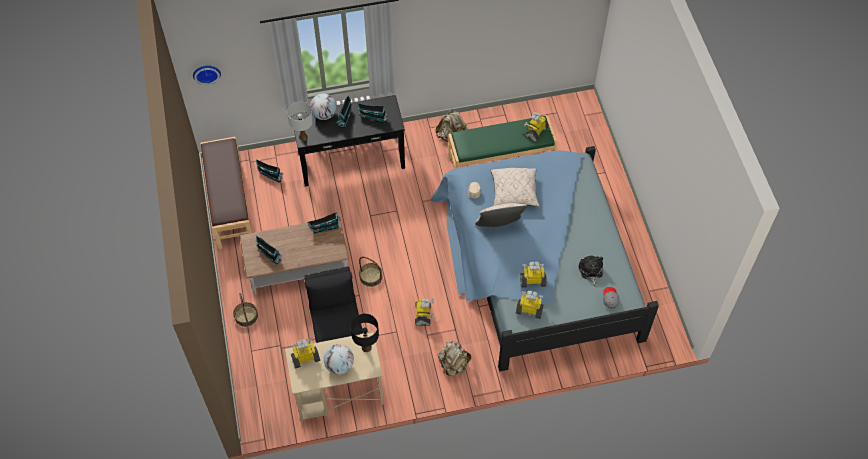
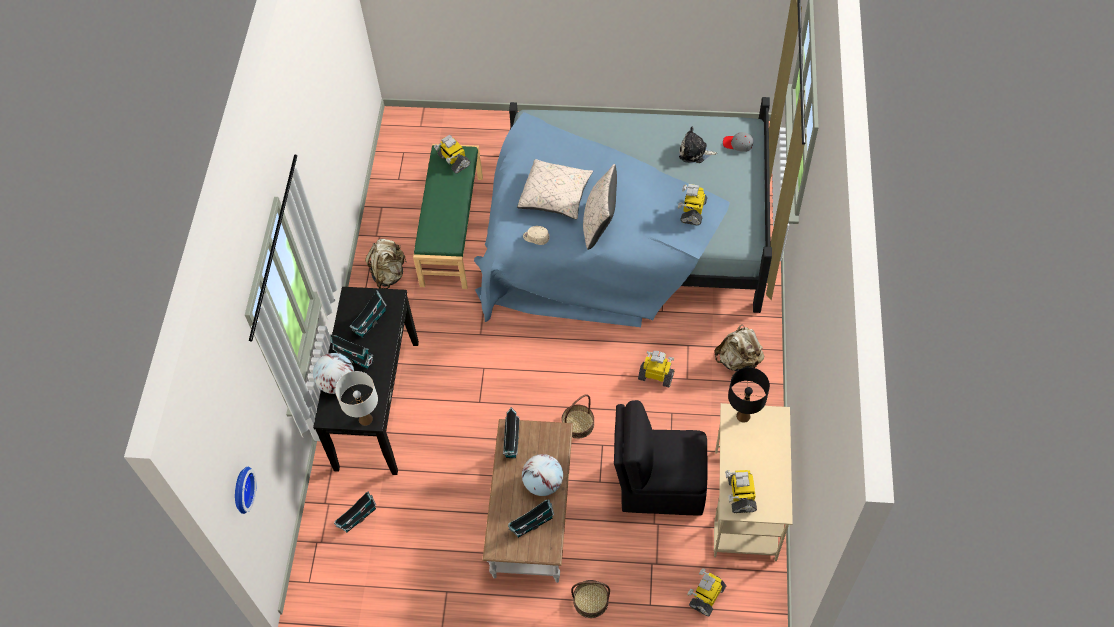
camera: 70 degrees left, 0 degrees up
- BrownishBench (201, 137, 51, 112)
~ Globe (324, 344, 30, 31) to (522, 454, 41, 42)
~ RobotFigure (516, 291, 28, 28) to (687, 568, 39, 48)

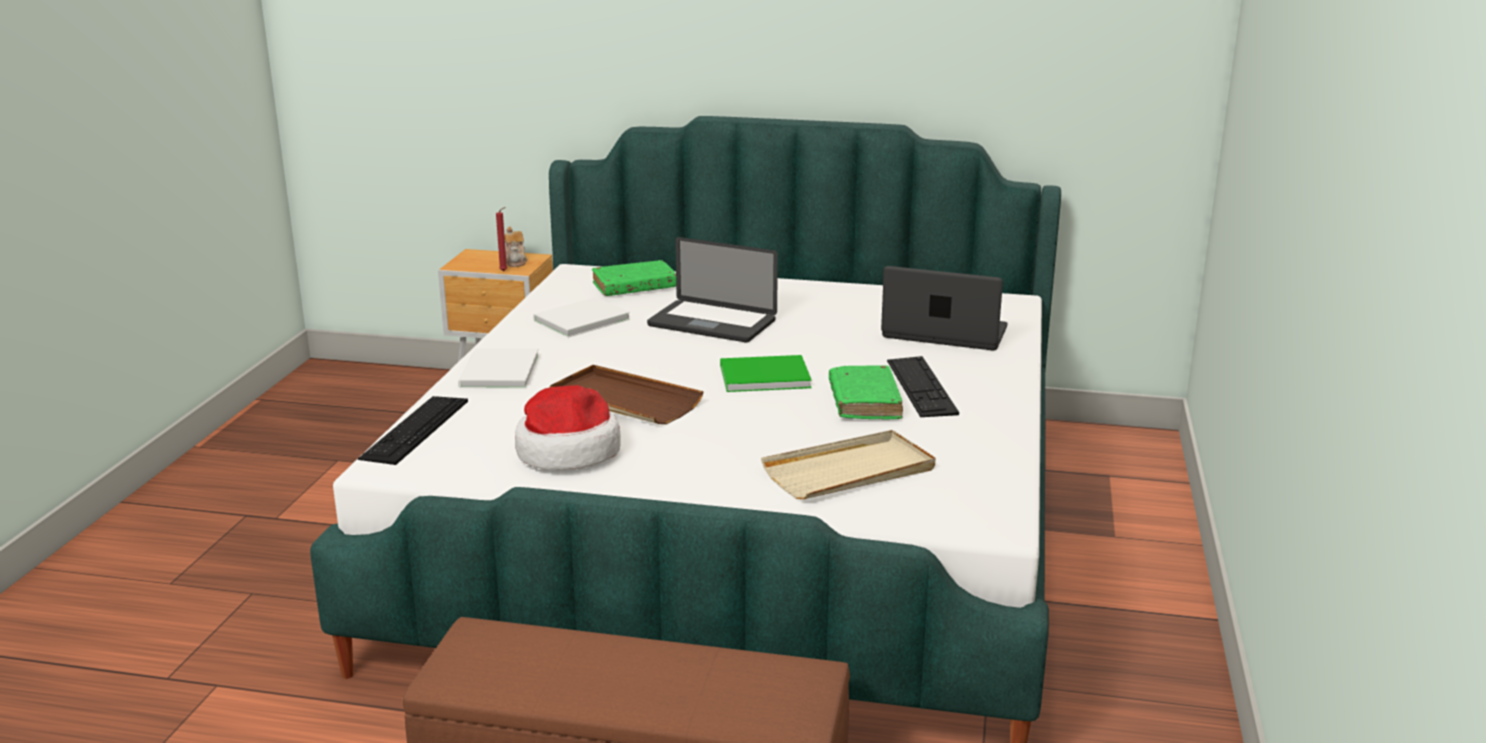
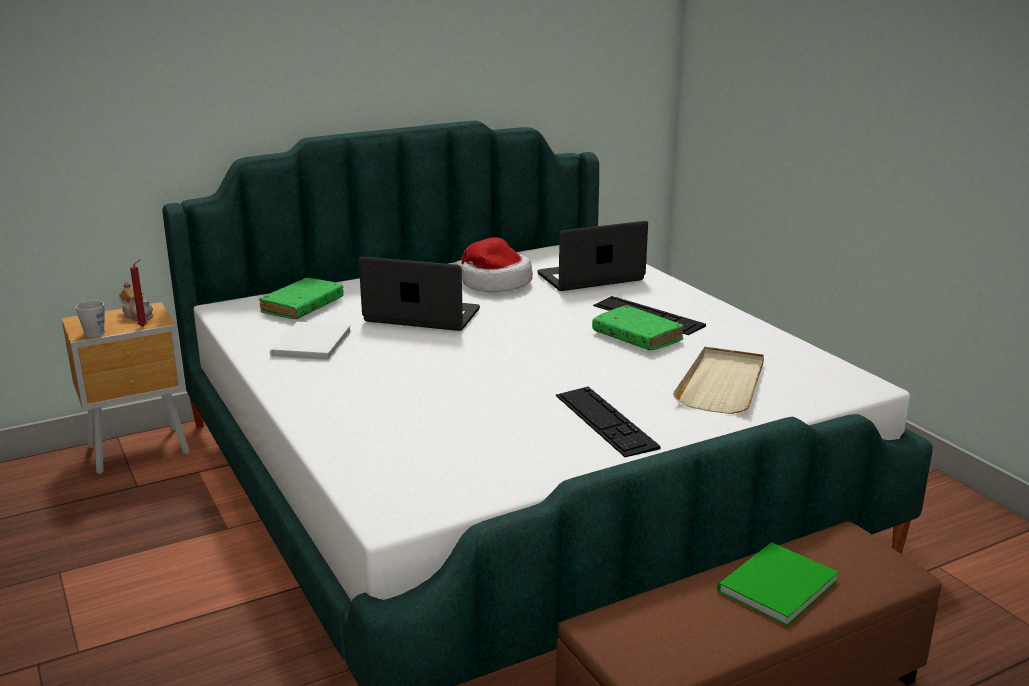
camera: 40 degrees left, 0 degrees up
~ PcKeyboard (358, 396, 110, 69) to (556, 387, 105, 70)
- WhiteColouredBoundBook (458, 348, 81, 41)
~ Hat (515, 385, 106, 85) to (455, 237, 78, 55)
- BrownishTray (550, 365, 154, 59)
~ NotebookComputer (647, 237, 131, 106) = (359, 257, 121, 74) 150 degrees counterclockwise
~ GreenBoundBook (720, 355, 92, 37) to (717, 542, 122, 84)
+ GreyTeaMug (76, 301, 29, 36)

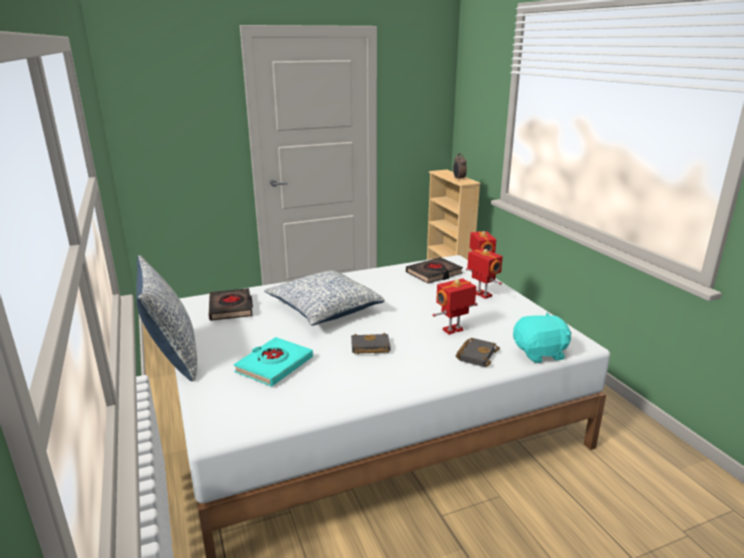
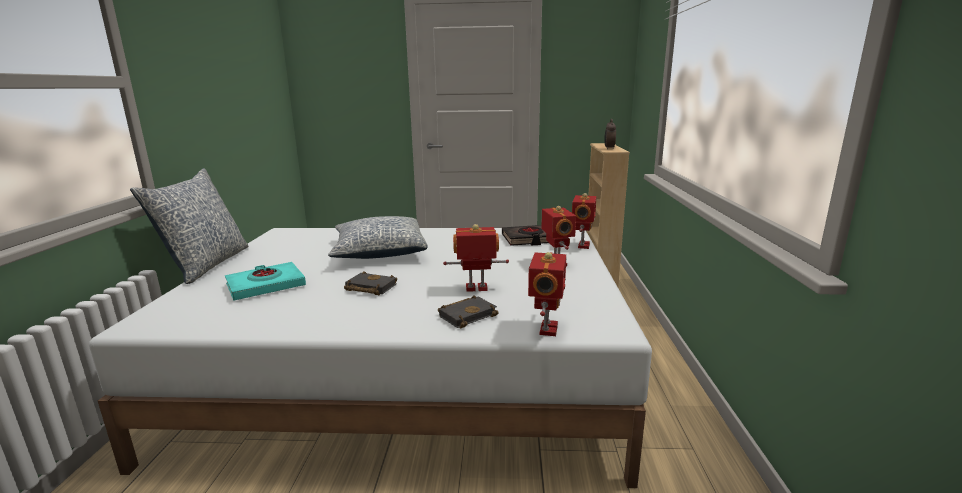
camera: 25 degrees right, 5 degrees down
- BlackColouredBoundBook (209, 288, 44, 33)
~ TurquoiseColouredSoftToy (513, 312, 58, 51) to RobotFigure (528, 252, 39, 84)

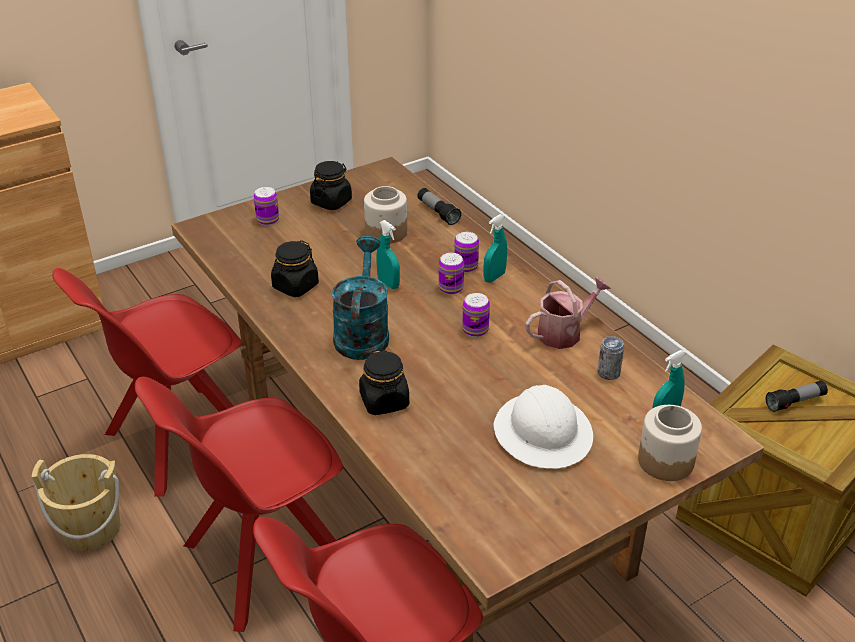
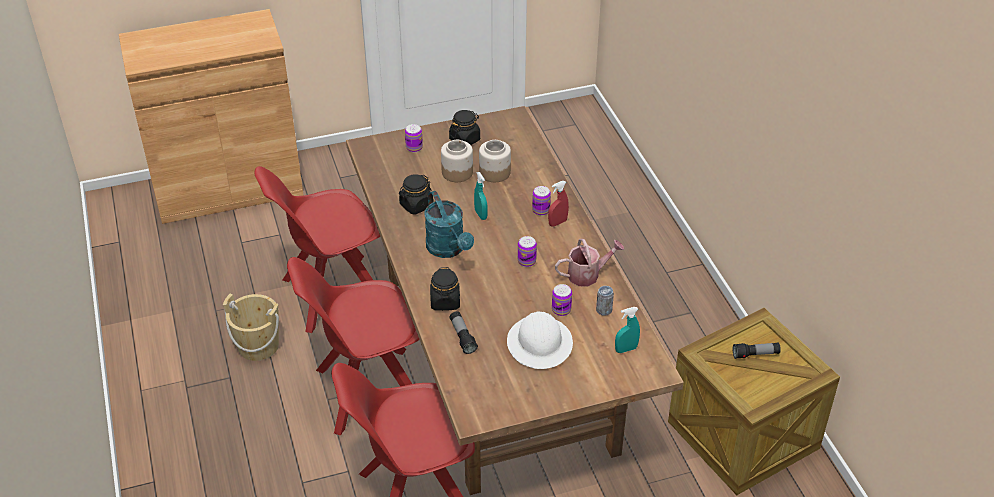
camera: 15 degrees right, 5 degrees up
~ TurquoiseColouredSprinklingCan (332, 236, 57, 124) = (424, 191, 50, 67) 135 degrees clockwise
~ Flashlight (417, 188, 44, 37) to (450, 311, 28, 43)
~ SealedCan (439, 253, 25, 42) to (552, 284, 20, 32)
~ TurquoiseColouredHandSprayer (484, 214, 23, 69) to RedHandSprayer (548, 181, 21, 46)
~ StorageJar (638, 405, 64, 76) to (441, 140, 32, 42)

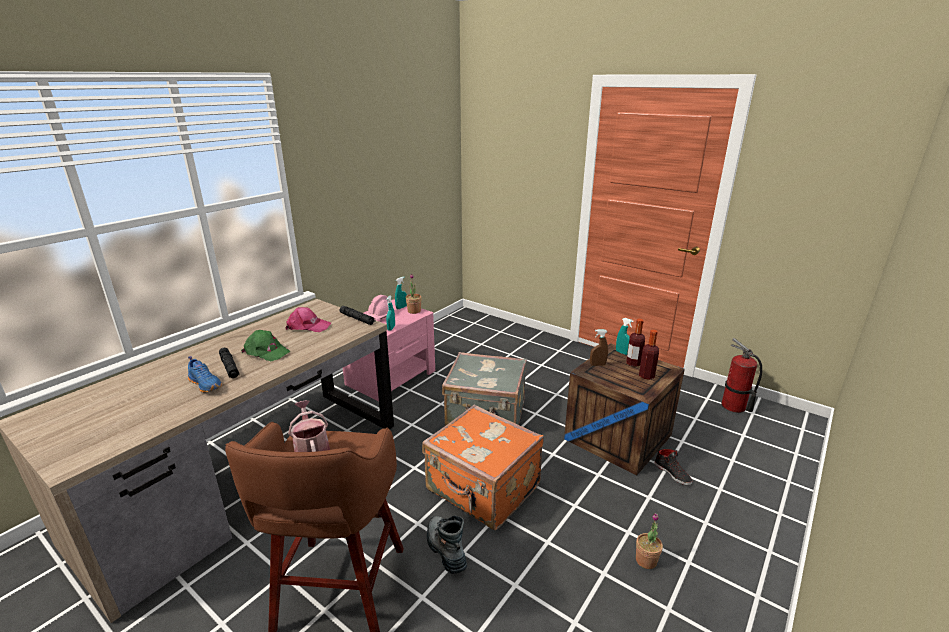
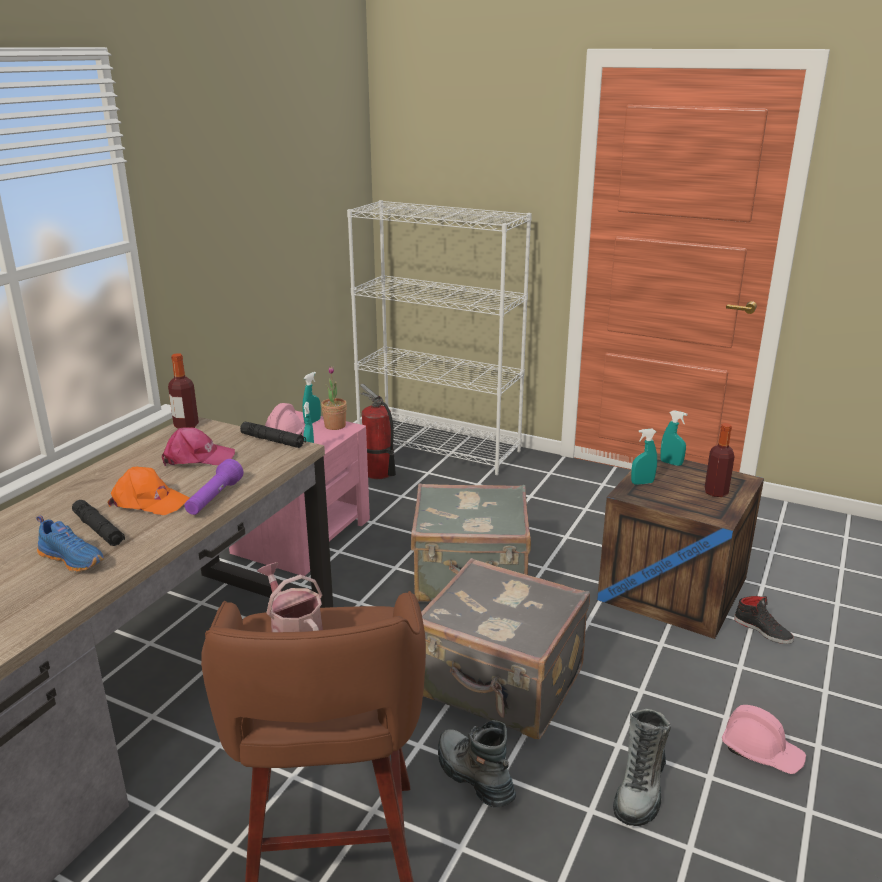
camera: 10 degrees left, 0 degrees up
~ GreenPeakedCap (241, 330, 49, 31) to OrangeyPeakedCap (107, 467, 82, 48)
~ OrangeyTravelCase (422, 405, 122, 125) to GreyTravelCase (421, 558, 169, 181)
~ BrownishHandSprayer (590, 329, 18, 37) to TurquoiseColouredHandSprayer (631, 429, 26, 56)
~ BeverageBottle (626, 319, 19, 48) to (168, 353, 31, 76)
~ PottedPlant (636, 513, 27, 56) to PinkColouredWorkHelmet (722, 705, 84, 69)
~ FireExtinguisher (721, 338, 41, 75) to (360, 384, 36, 95)
+ PurpleColouredFlashlight (184, 459, 59, 56)
+ WhiteColouredBookshelf (347, 200, 185, 275)
+ Boot (613, 709, 58, 117)

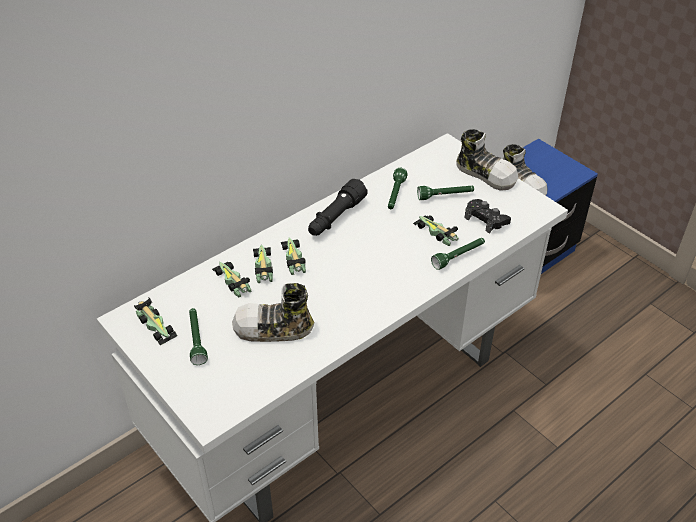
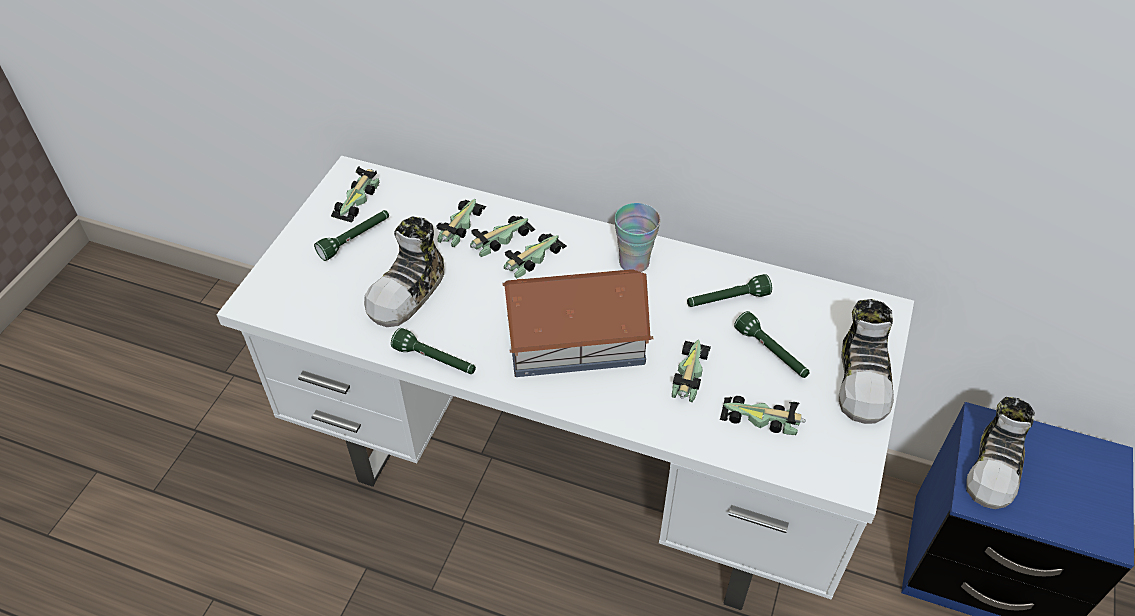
camera: 60 degrees right, 5 degrees up
~ Shoe (232, 283, 82, 59) = (364, 217, 80, 110) 120 degrees counterclockwise
~ BlackColouredFlashlight (308, 179, 60, 57) to Cup (615, 203, 45, 69)
~ GreenFlashlight (431, 238, 54, 32) to (391, 328, 85, 46)
~ BlackColouredGamepad (464, 199, 47, 35) to MiniatureCar (720, 396, 86, 39)
+ ModelHouse (502, 269, 151, 108)

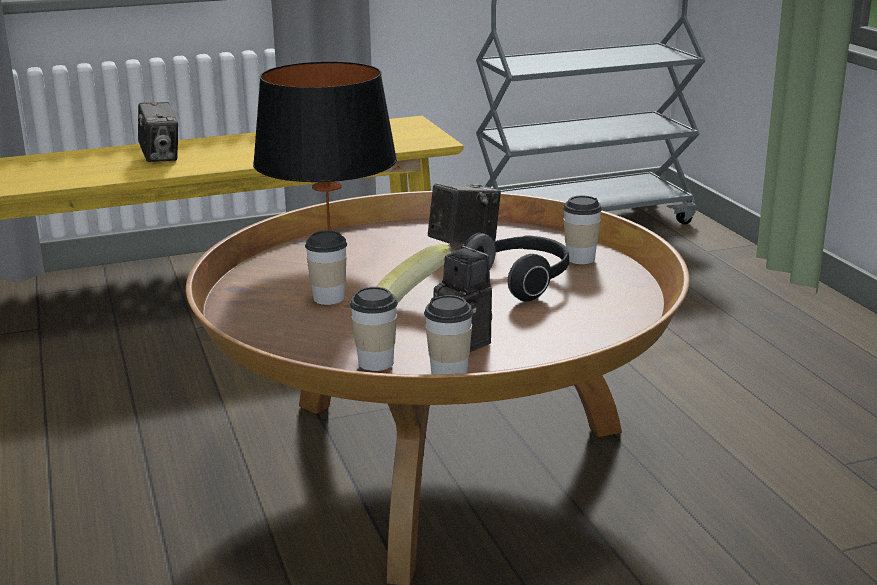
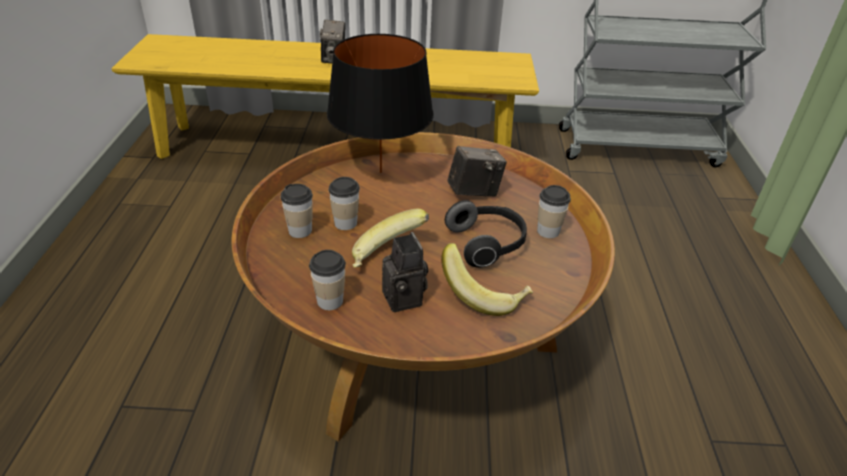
camera: 20 degrees right, 15 degrees up
~ Cup (424, 295, 49, 80) to (280, 184, 33, 54)
+ Banana (441, 243, 92, 73)

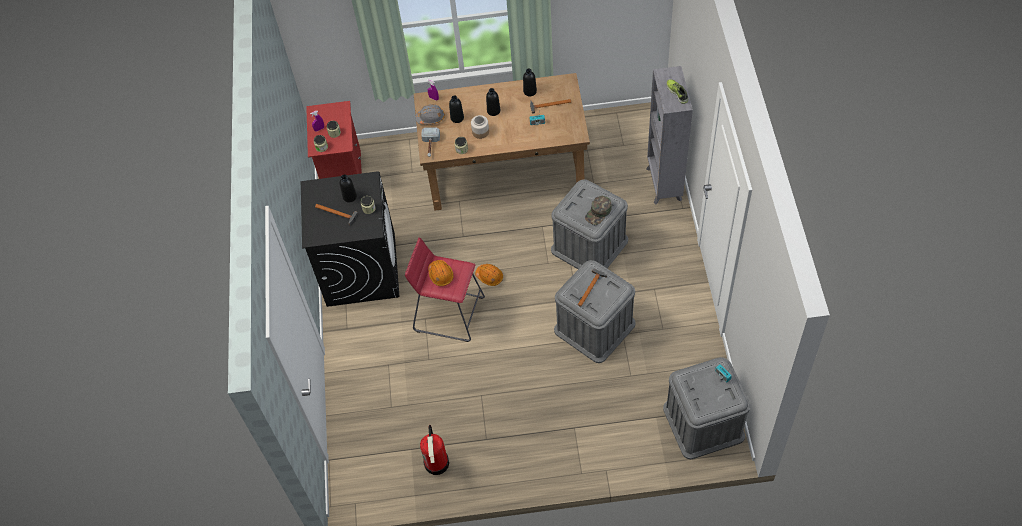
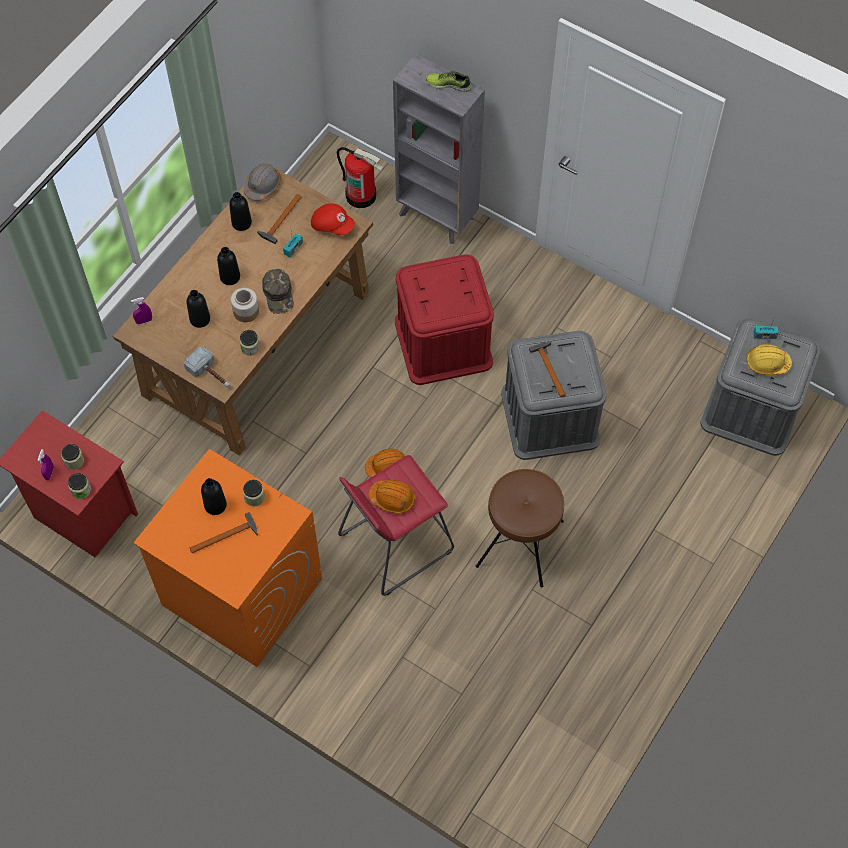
camera: 55 degrees left, 5 degrees up
~ BlackColouredLaundryMachine (301, 171, 99, 136) to OrangeyLaundryMachine (134, 449, 188, 218)
~ GreyWorkHelmet (415, 104, 30, 21) to (244, 163, 37, 38)
~ FireExtinguisher (420, 425, 29, 50) to (337, 147, 46, 61)
~ GreyStorageBin (551, 180, 77, 89) to RedStorageBin (395, 254, 99, 131)
~ GreenPeakedCap (585, 196, 27, 29) to (262, 269, 32, 45)
+ RedPeakedCap (311, 203, 44, 32)
+ BrownishSittingStool (476, 469, 88, 118)
+ YellowColouredWorkHelmet (746, 344, 46, 31)

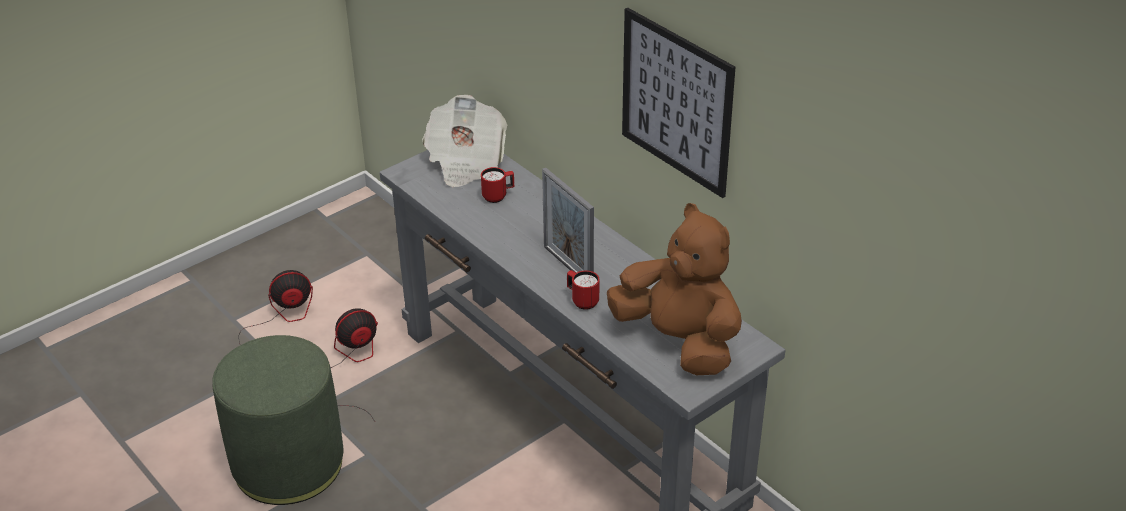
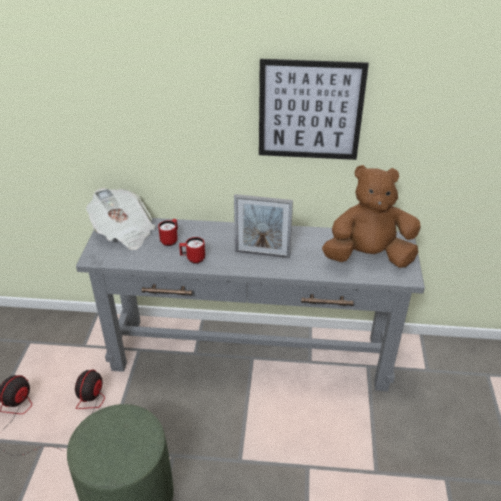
camera: 45 degrees left, 0 degrees up
~ RedTeaMug (567, 270, 32, 40) to (179, 237, 26, 27)

